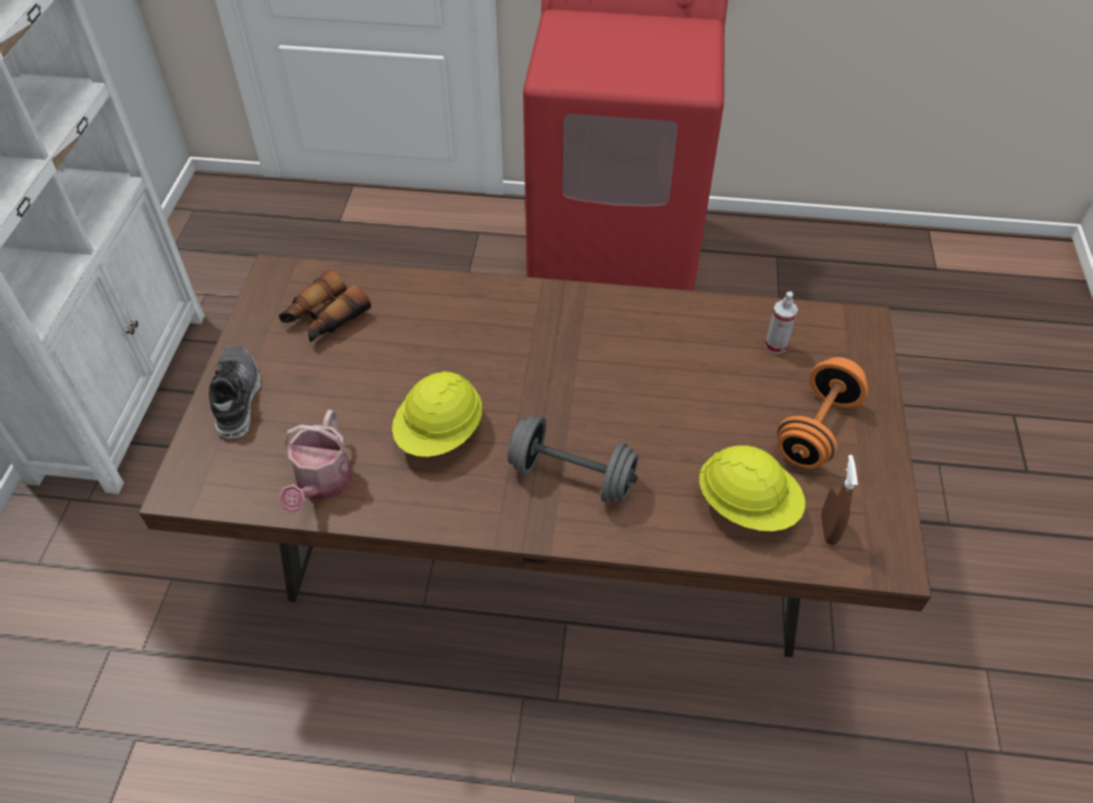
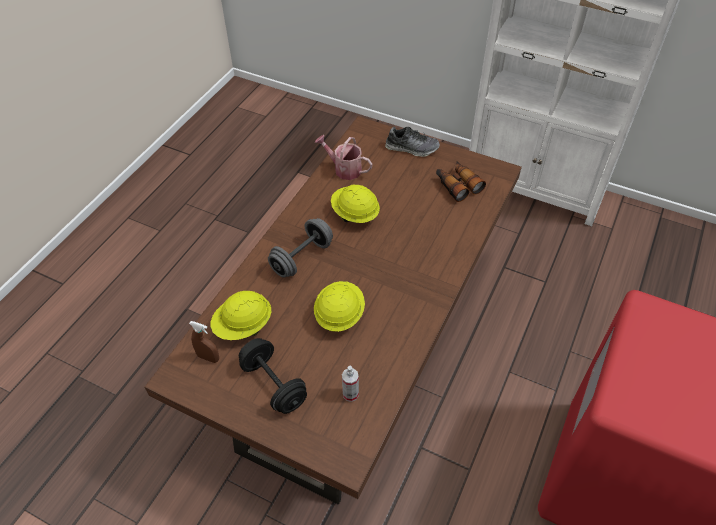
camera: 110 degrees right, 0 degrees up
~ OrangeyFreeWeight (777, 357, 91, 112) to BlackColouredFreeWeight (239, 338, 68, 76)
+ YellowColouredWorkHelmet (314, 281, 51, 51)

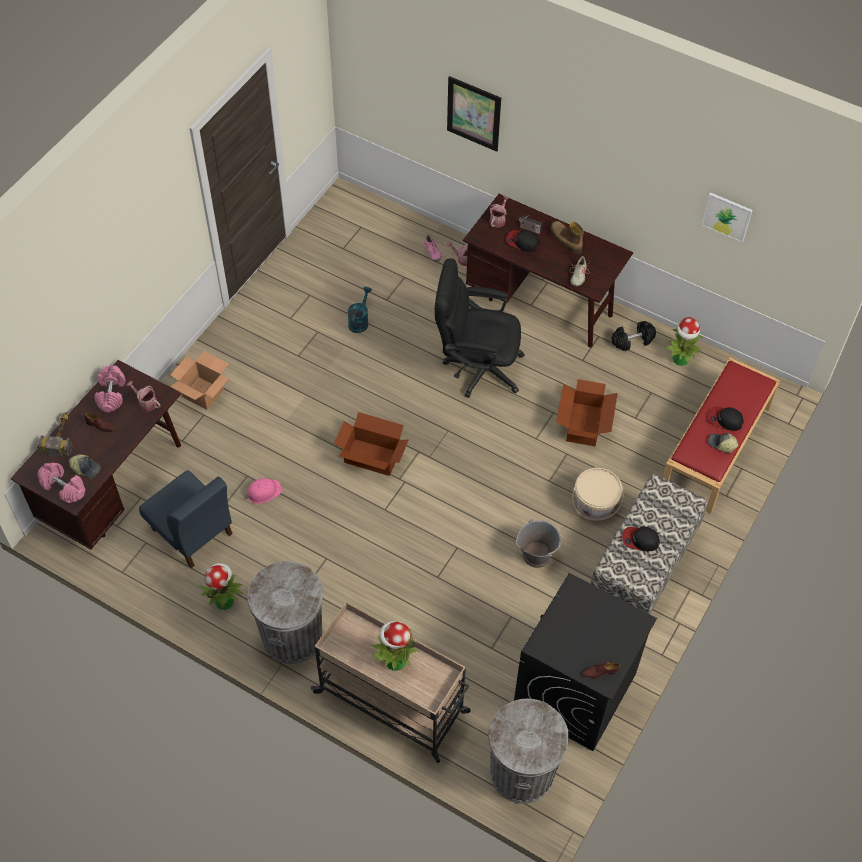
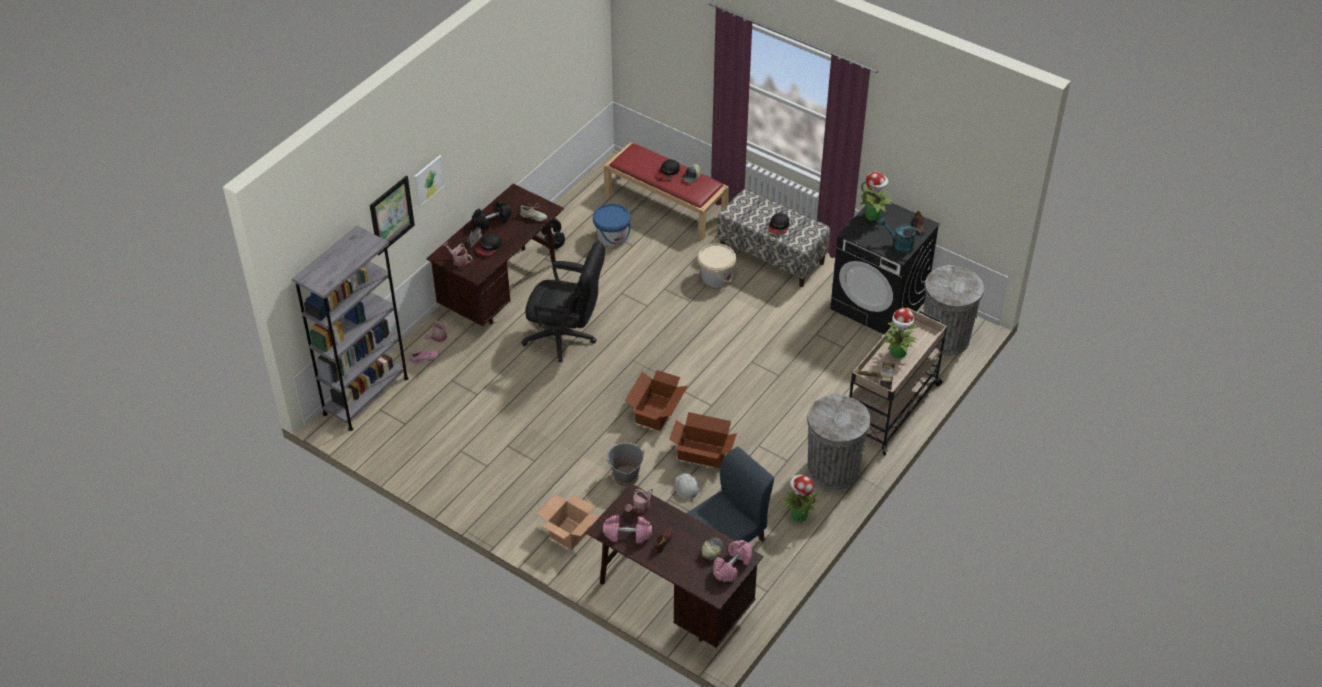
camera: 85 degrees left, 10 degrees down
~ HandHammer (37, 412, 36, 46) to (851, 362, 44, 28)
~ PinkColouredWorkHelmet (246, 478, 37, 26) to WhiteColouredWorkHelmet (675, 473, 25, 28)
~ TurquoiseColouredSprinklingCan (348, 287, 24, 46) to (878, 218, 43, 35)
~ BlackColouredDeskChair (435, 258, 90, 140) = (521, 242, 84, 120) 90 degrees counterclockwise
~ GreyWaterBucket (516, 519, 45, 49) to (606, 443, 39, 43)
~ Boot (550, 221, 34, 33) to BlackColouredFreeWeight (471, 201, 40, 29)
~ CardboardBox (556, 379, 62, 67) to (669, 412, 68, 56)
~ PottedPlant (665, 317, 38, 49) to (859, 171, 33, 50)
~ WallArt (701, 192, 51, 51) to (414, 155, 31, 52)
+ GreyBookshelf (292, 226, 117, 205)
+ BluishWaterBucket (593, 204, 37, 43)

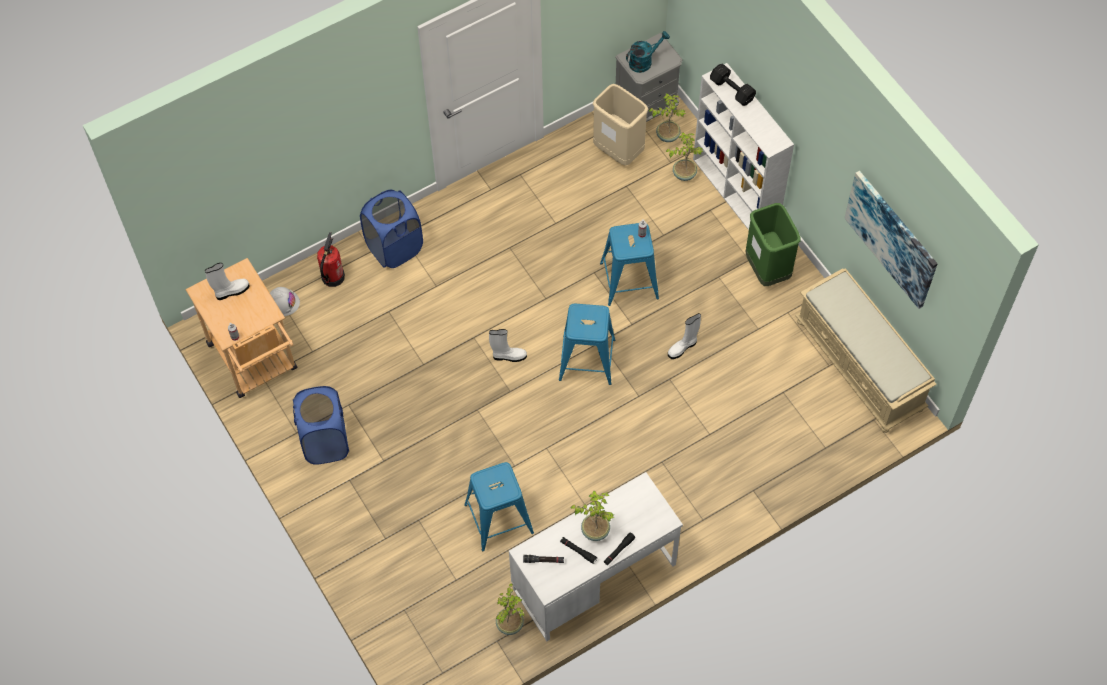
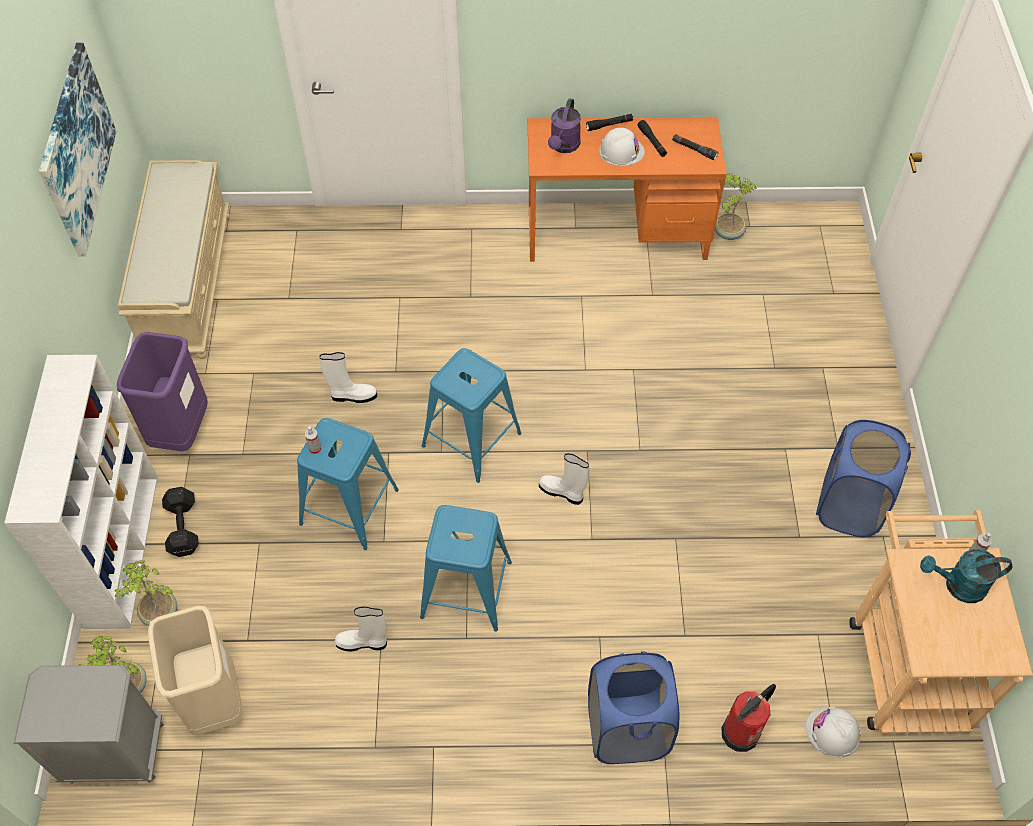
camera: 150 degrees left, 5 degrees down
~ WhiteColouredBoot (205, 263, 45, 37) to (335, 607, 52, 45)
~ BluishSittingStool (464, 462, 70, 89) to (420, 505, 92, 127)
~ WhiteColouredDeskUnit (509, 472, 174, 169) to OrangeyDeskUnit (528, 117, 198, 145)
~ PottedPlant (571, 490, 43, 51) to WhiteColouredWorkHelmet (599, 128, 46, 38)
~ TurquoiseColouredSprinklingCan (626, 31, 44, 42) to (920, 549, 93, 54)
~ BlackColouredFreeWeight (710, 64, 46, 42) to (162, 487, 37, 70)
~ GreenRubbishBin (746, 203, 55, 83) to PurpleColouredRubbishBin (117, 332, 91, 119)
+ PurpleColouredSprinklingCan (548, 98, 33, 55)

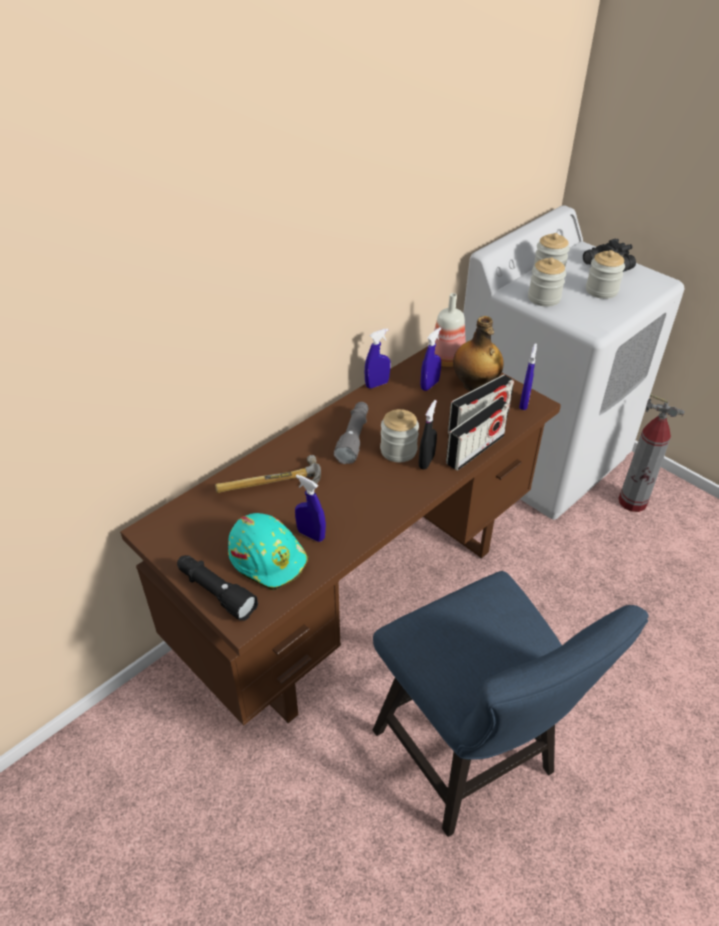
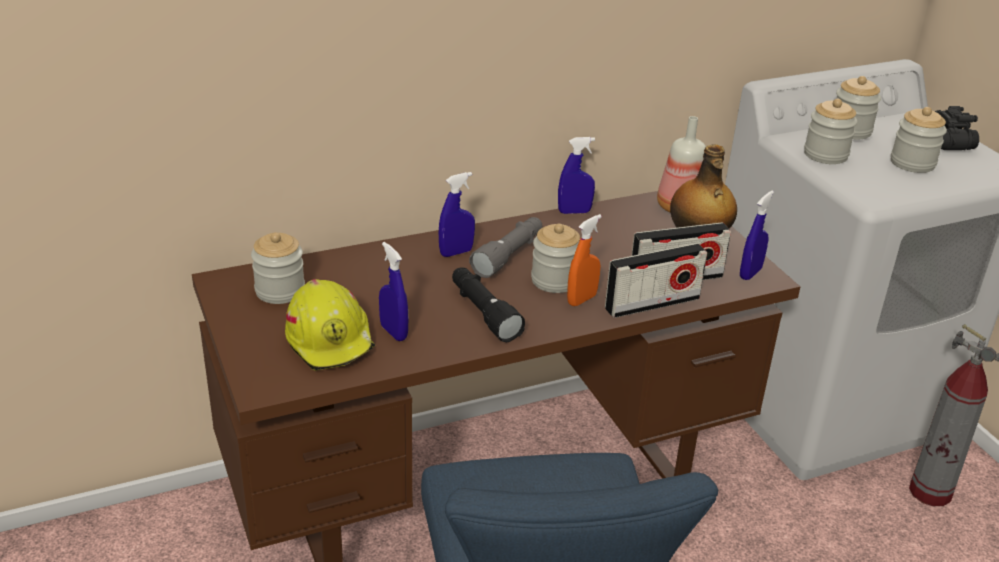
camera: 20 degrees right, 10 degrees down
~ BlackColouredFlashlight (177, 555, 81, 66) to (452, 267, 73, 75)
- HandHammer (215, 455, 106, 38)
~ TurquoiseColouredWorkHelmet (228, 513, 80, 77) to YellowColouredWorkHelmet (285, 279, 90, 92)
~ BlackColouredHandSprayer (419, 400, 18, 69) to OrangeyHandSprayer (567, 214, 35, 92)
~ BluishHandSprayer (420, 327, 21, 64) to (439, 172, 36, 85)
+ StorageJar (251, 232, 54, 72)

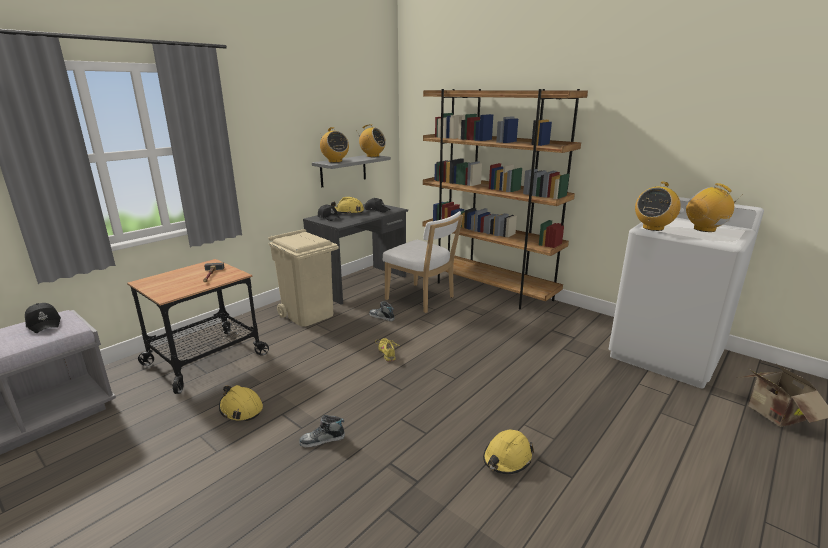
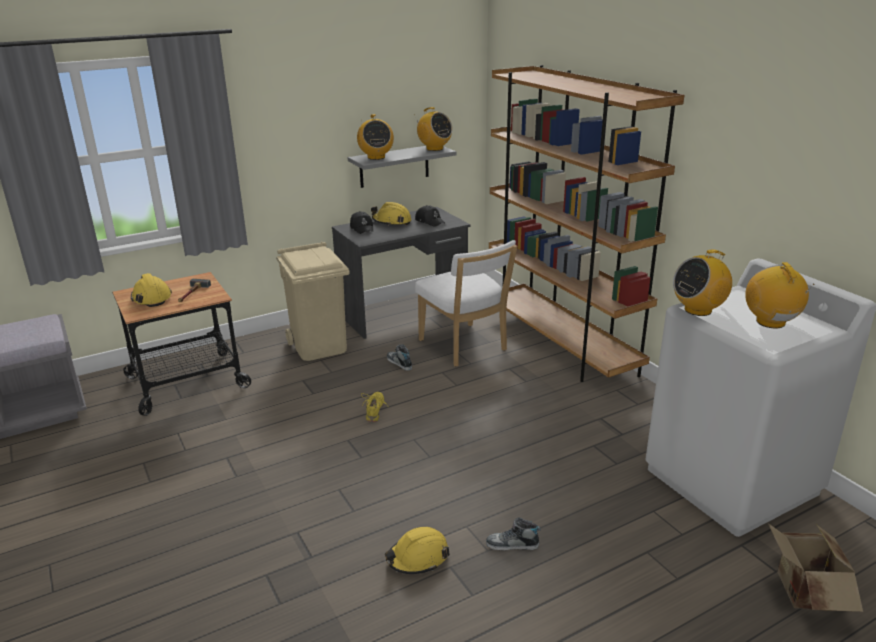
camera: 20 degrees right, 5 degrees up
- BlackColouredPeakedCap (25, 303, 36, 30)
~ YellowColouredWorkHelmet (219, 385, 44, 36) to (131, 273, 41, 34)
~ Shoe (299, 415, 46, 32) to (486, 517, 55, 34)

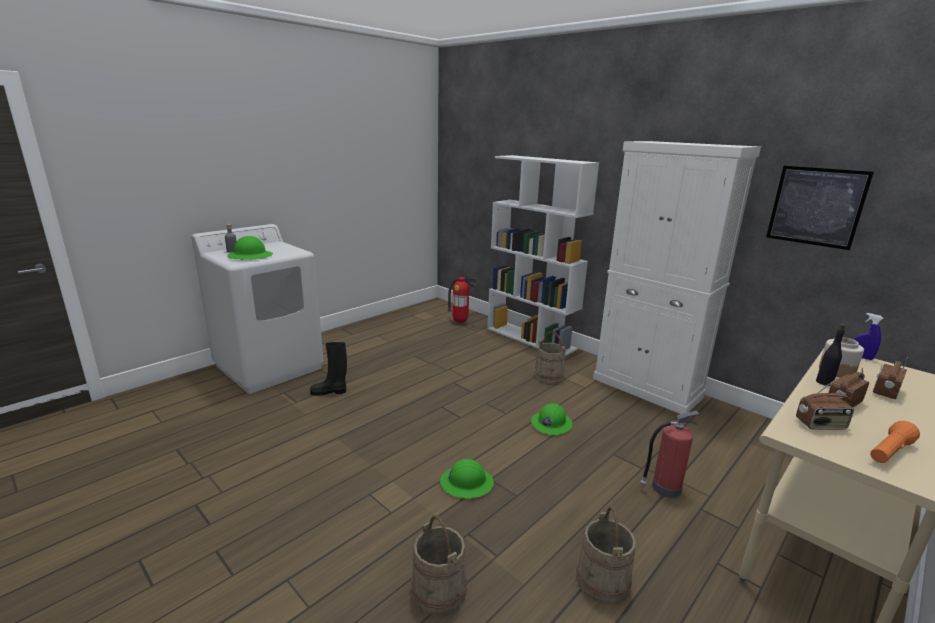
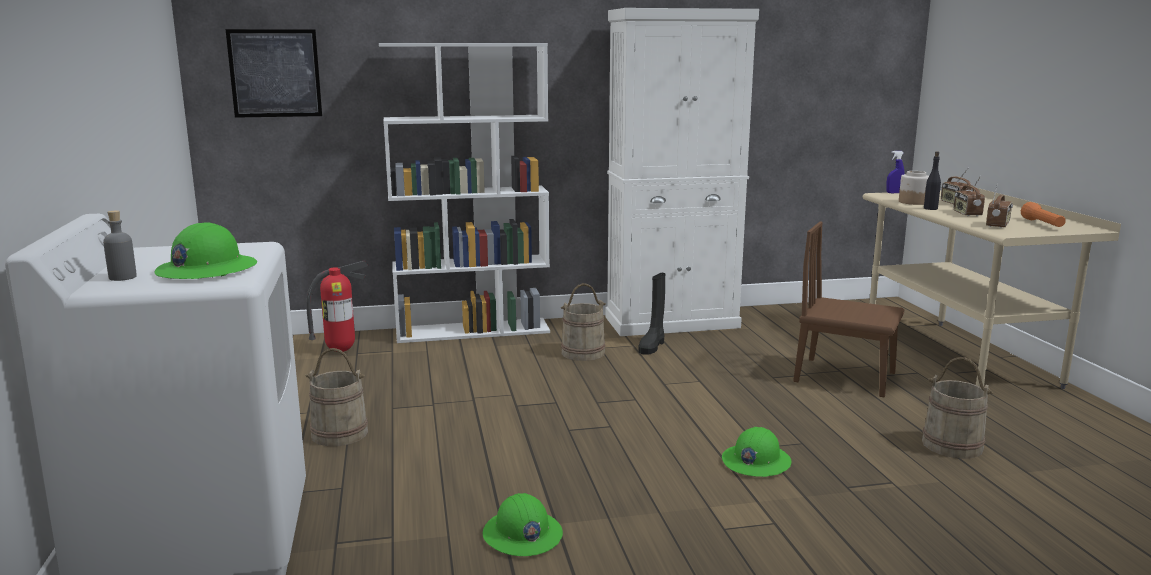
camera: 55 degrees left, 5 degrees down
~ BlackColouredBoot (310, 342, 37, 54) to (638, 273, 28, 82)
~ BeigeWaterBucket (411, 515, 56, 100) to (305, 348, 63, 98)
~ GreenWorkHelmet (531, 403, 41, 32) to (483, 493, 80, 63)
~ FireExtinguisher (641, 411, 59, 87) to BrownishUprightChair (793, 222, 111, 175)
~ WallArt (766, 166, 108, 84) to (225, 29, 97, 89)

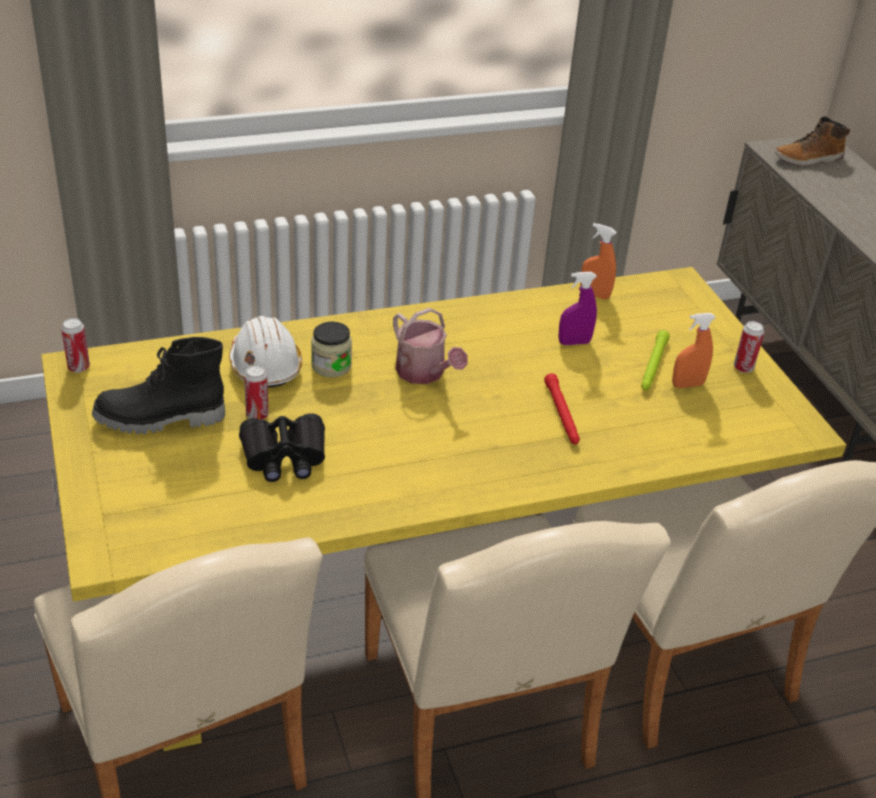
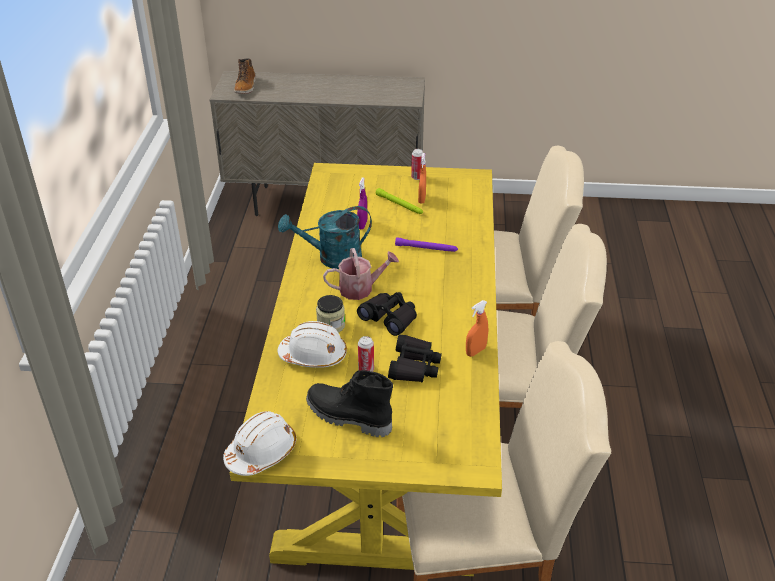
camera: 65 degrees left, 0 degrees up
~ SealedCan (61, 318, 29, 55) to WhiteColouredWorkHelmet (223, 411, 73, 65)
~ BlackColouredBoot (92, 337, 133, 97) = (306, 370, 87, 67) 105 degrees clockwise
~ RedFlashlight (544, 373, 36, 71) to PurpleColouredFlashlight (395, 237, 63, 15)
~ OrangeyHandSprayer (580, 223, 37, 77) to (466, 300, 22, 57)
+ TurquoiseColouredSprinklingCan (278, 206, 94, 63)
+ BlackColouredBinoculars (357, 292, 60, 44)

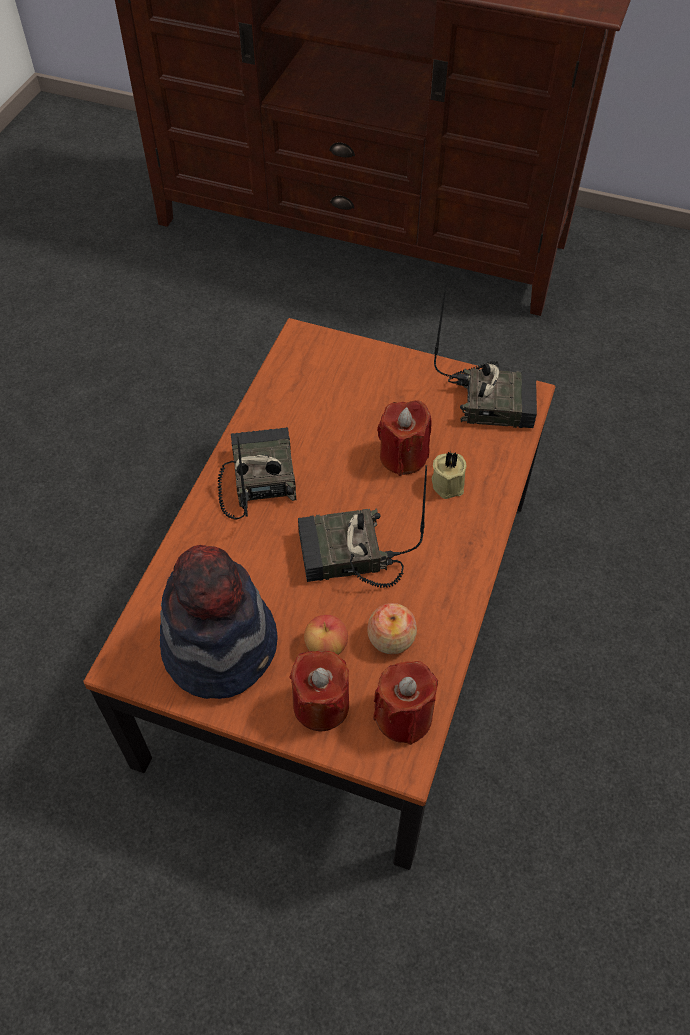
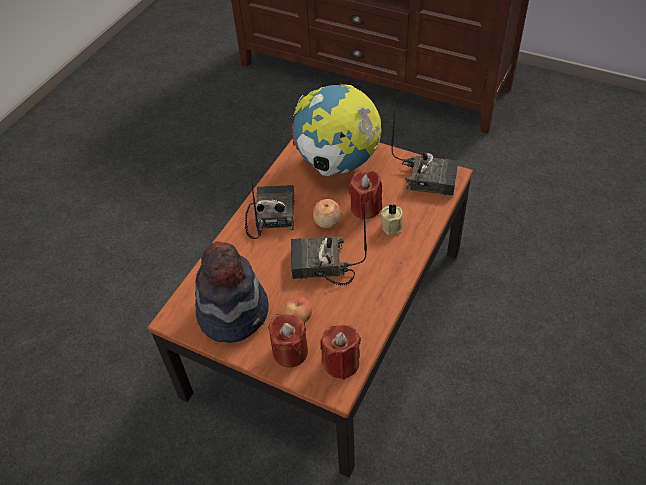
camera: 10 degrees right, 5 degrees down
~ AppleFruit (367, 603, 50, 51) to (313, 199, 28, 29)
+ Globe (292, 84, 89, 92)

